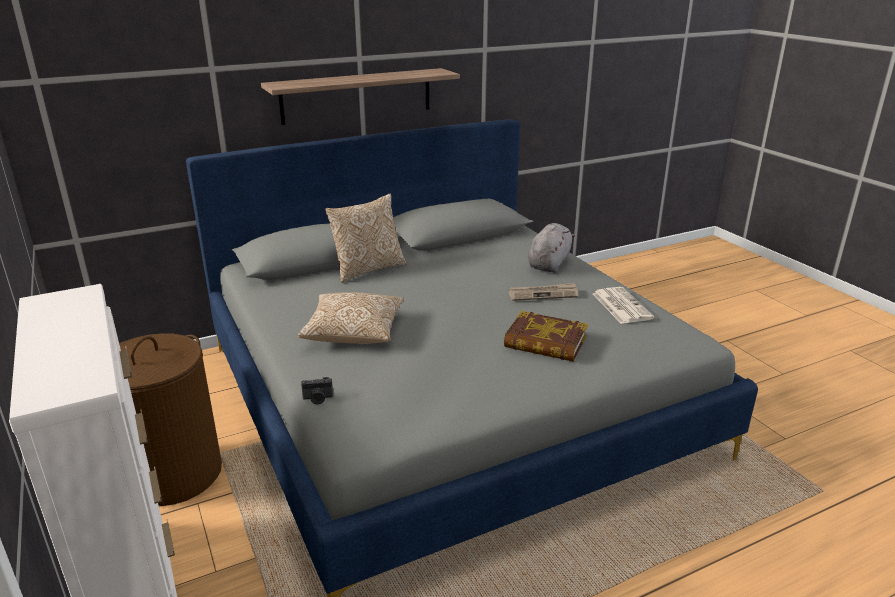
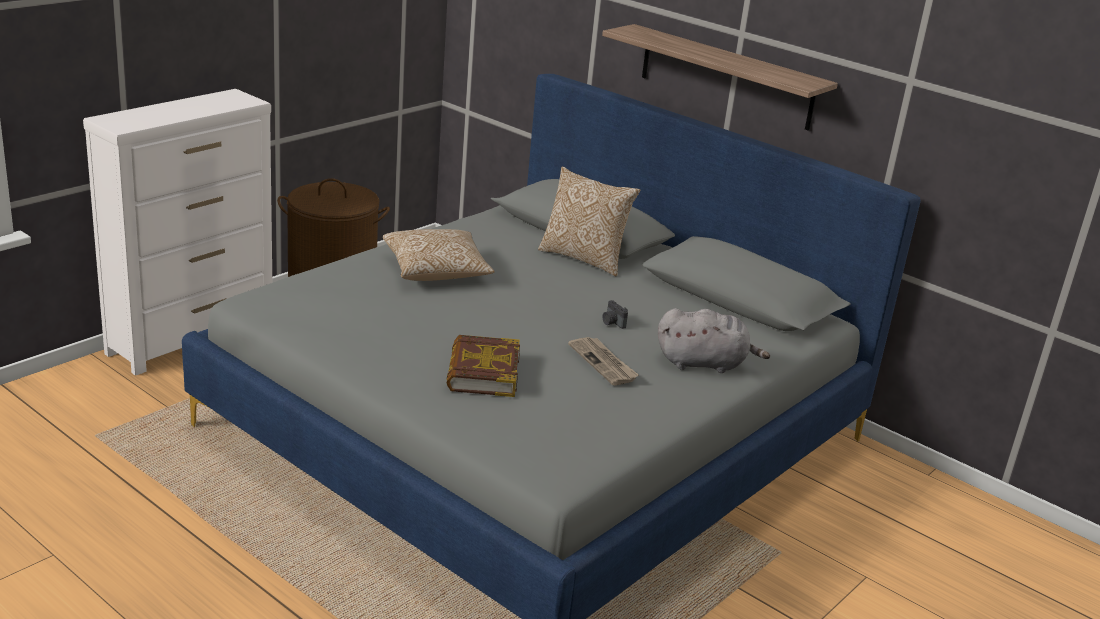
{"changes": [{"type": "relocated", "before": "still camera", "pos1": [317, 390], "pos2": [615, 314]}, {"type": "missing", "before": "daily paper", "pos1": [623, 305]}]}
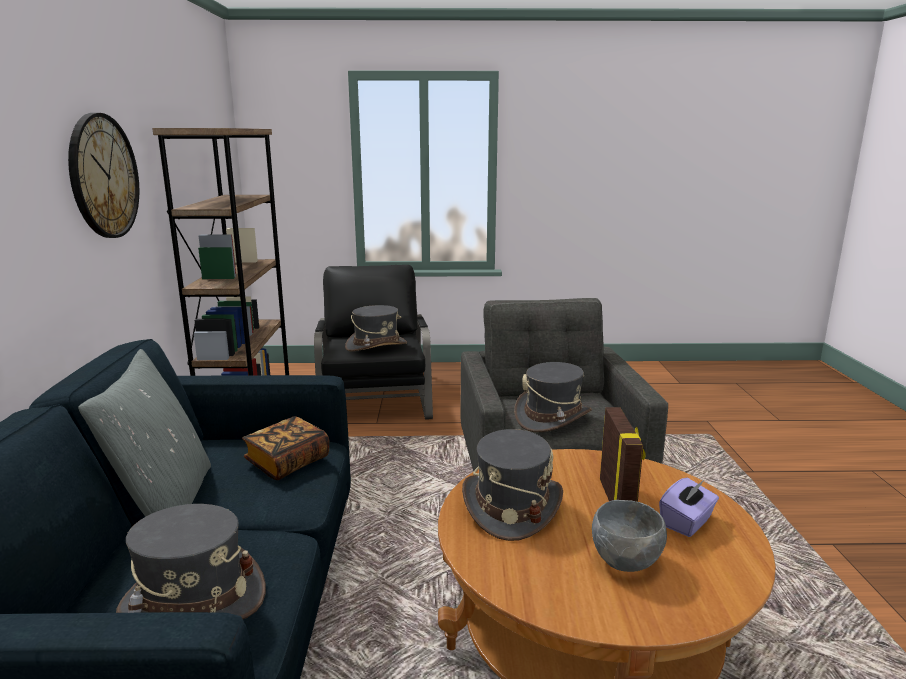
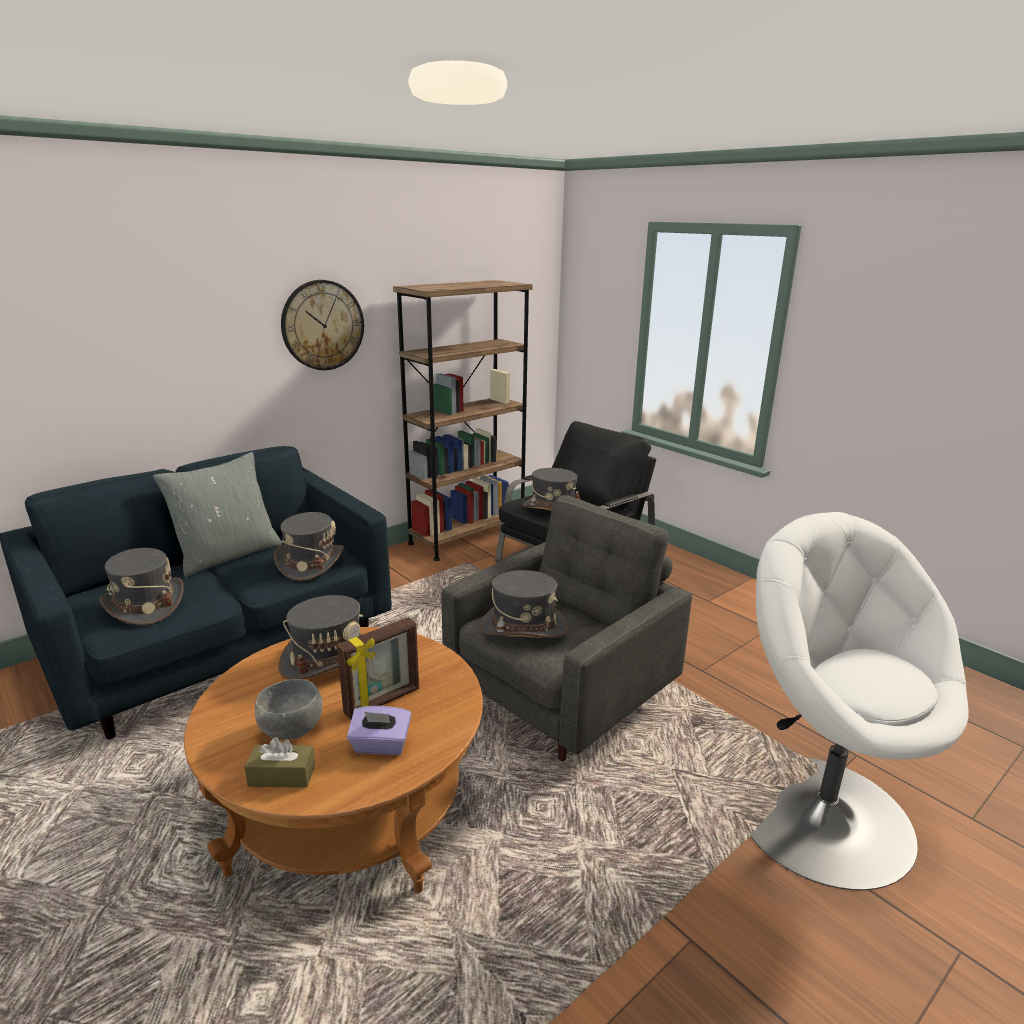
{"changes": [{"type": "appeared", "after": "brown tissue box", "pos2": [279, 762]}, {"type": "exchanged", "before": "book", "after": "grey hat", "pos1": [285, 448], "pos2": [309, 546]}, {"type": "appeared", "after": "whitish lounge chair", "pos2": [859, 701]}]}
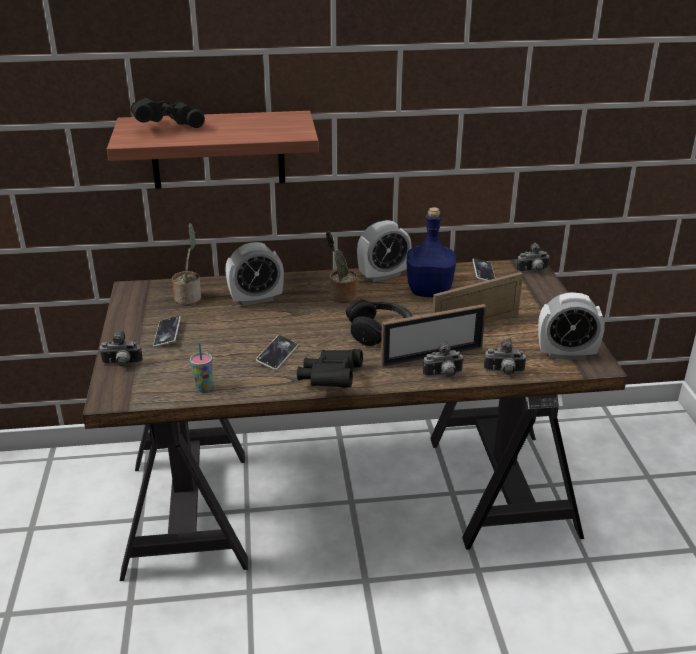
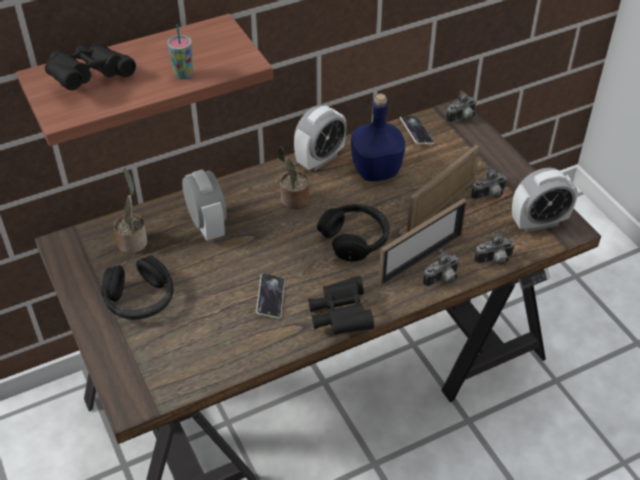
{"changes": [{"type": "exchanged", "before": "phone", "after": "black pair of headphones", "pos1": [167, 331], "pos2": [137, 288]}, {"type": "relocated", "before": "small cup", "pos1": [201, 367], "pos2": [180, 52]}, {"type": "spun", "before": "alarm clock", "pos1": [254, 274], "pos2": [204, 205], "turn": -75}, {"type": "relocated", "before": "still camera", "pos1": [121, 349], "pos2": [489, 183]}]}
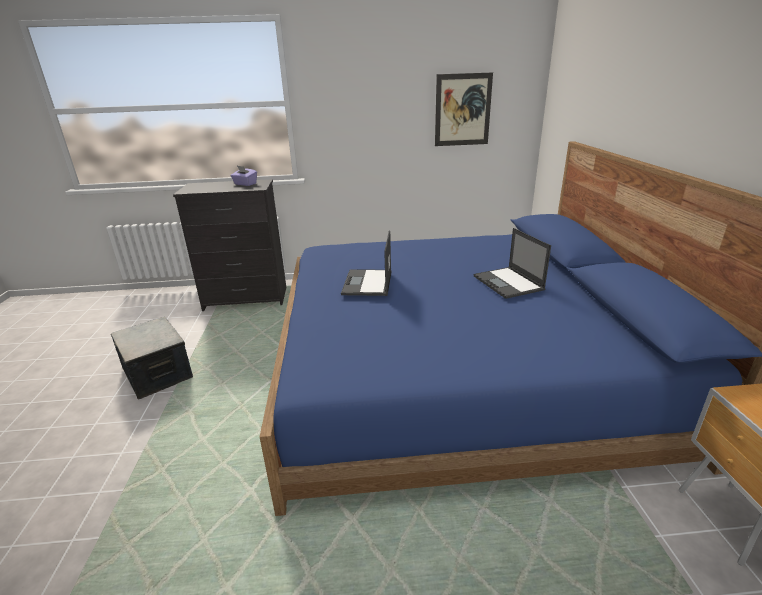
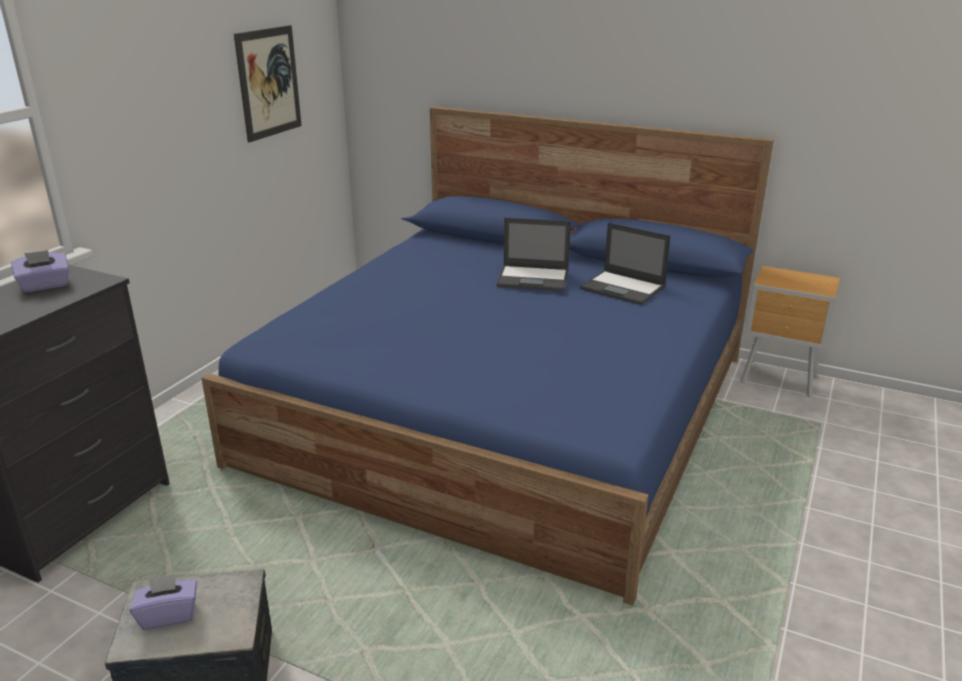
{"changes": [{"type": "appeared", "after": "purple tissue box", "pos2": [163, 602]}, {"type": "relocated", "before": "portable computer", "pos1": [366, 263], "pos2": [625, 264]}]}
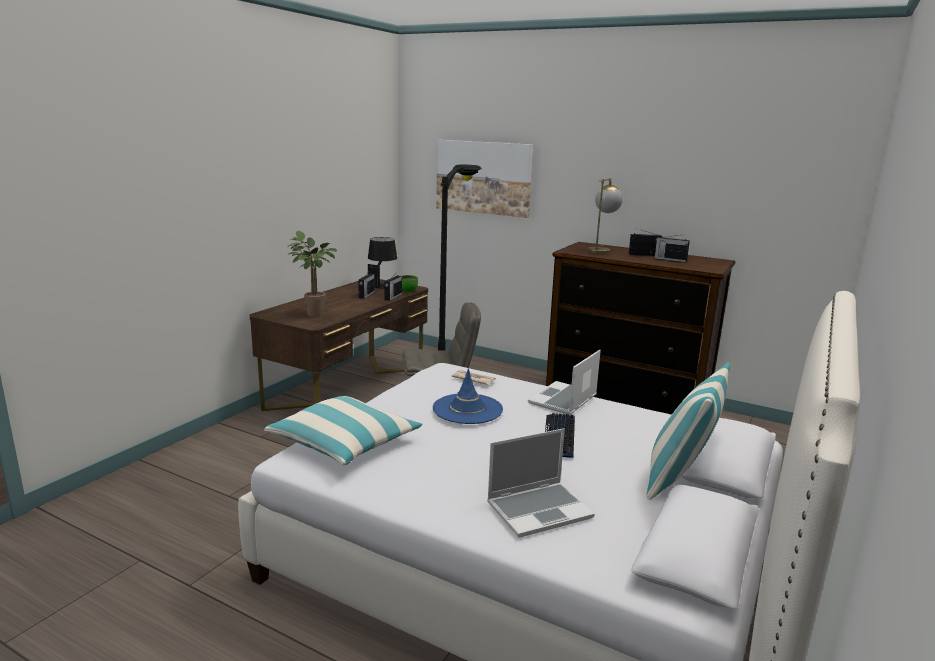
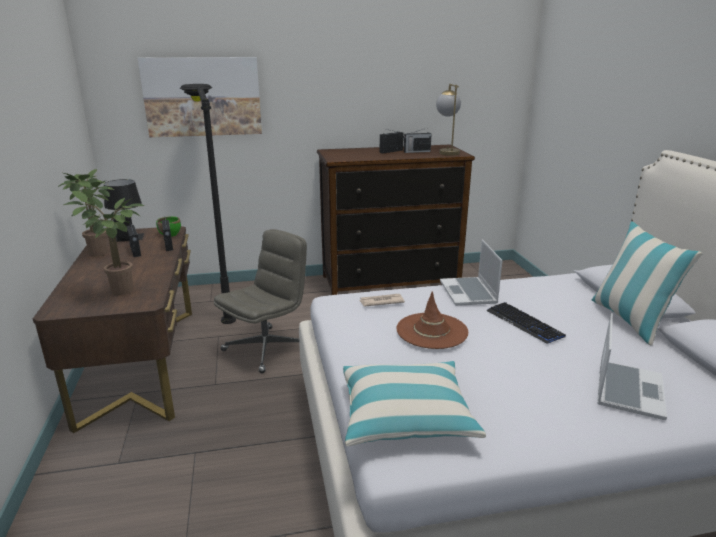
{"changes": [{"type": "appeared", "after": "houseplant", "pos2": [86, 213]}, {"type": "colour", "before": "blue-coloured hat", "after": "brown hat", "pos1": [468, 396], "pos2": [432, 320]}, {"type": "relocated", "before": "tabletop lamp", "pos1": [605, 216], "pos2": [448, 120]}]}
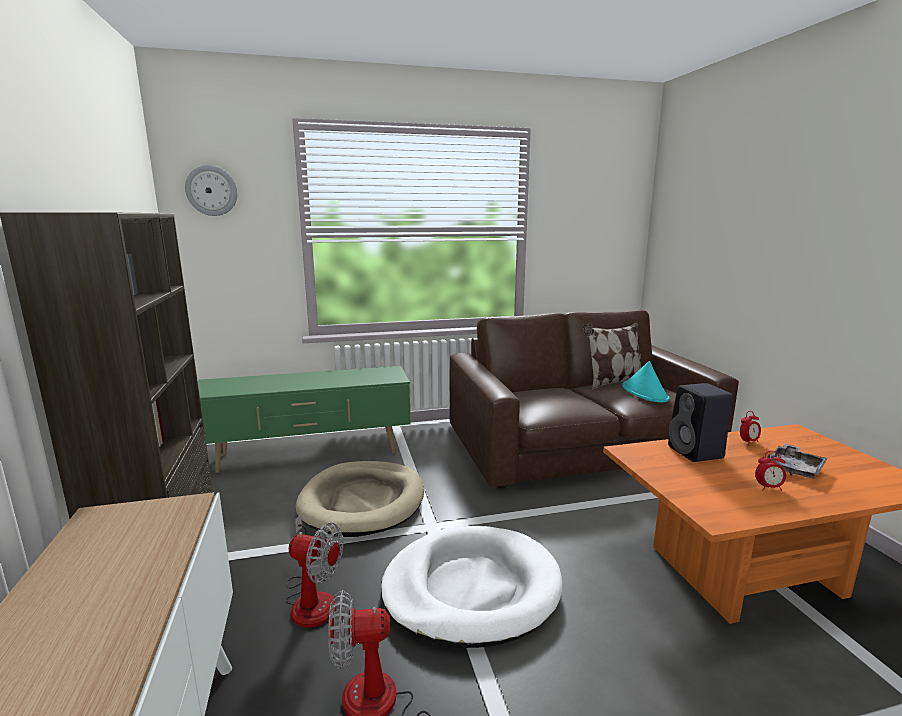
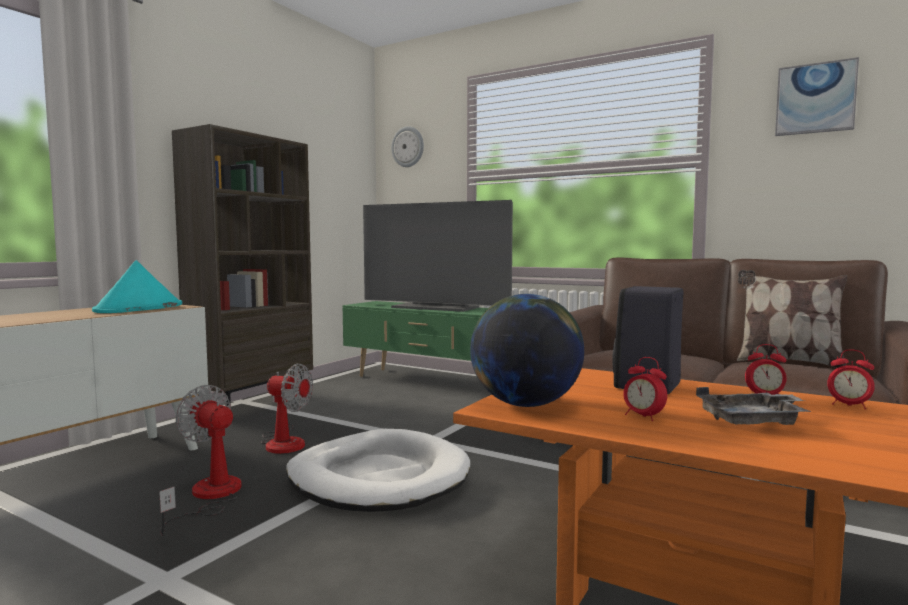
{"changes": [{"type": "relocated", "before": "blue-green hat", "pos1": [646, 381], "pos2": [137, 286]}, {"type": "spun", "before": "fan", "pos1": [314, 571], "pos2": [287, 408], "turn": -45}, {"type": "appeared", "after": "TV", "pos2": [438, 256]}, {"type": "appeared", "after": "desk globe", "pos2": [527, 350]}, {"type": "appeared", "after": "wall art", "pos2": [817, 96]}, {"type": "appeared", "after": "alarm clock", "pos2": [851, 379]}, {"type": "missing", "before": "sand-coloured pet bed", "pos1": [360, 499]}]}
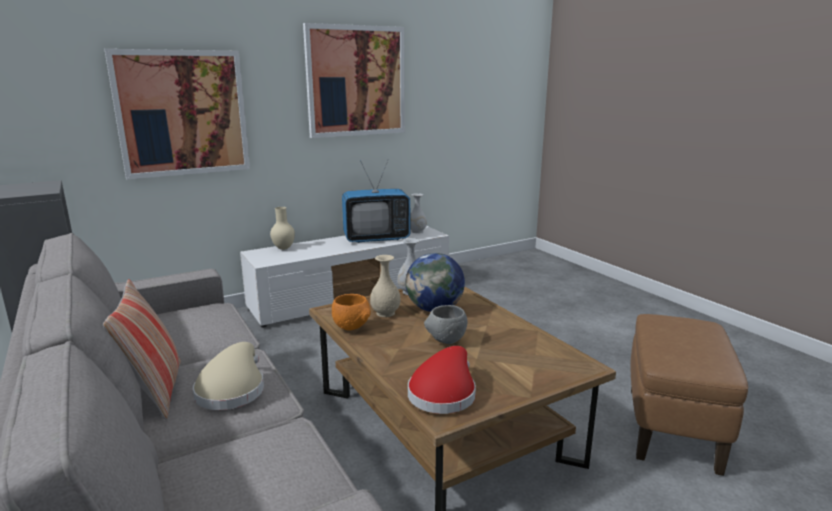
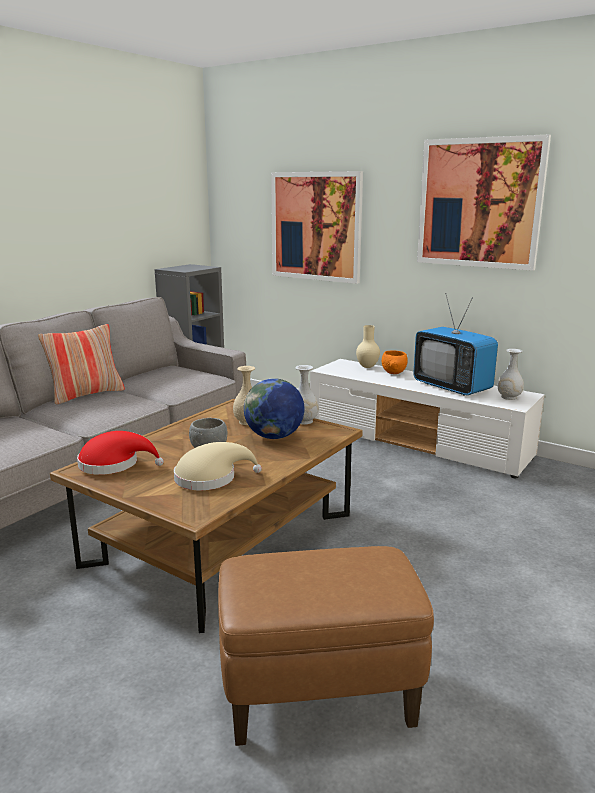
{"changes": [{"type": "relocated", "before": "sand-coloured hat", "pos1": [228, 376], "pos2": [218, 466]}, {"type": "relocated", "before": "orangey deep dish", "pos1": [351, 312], "pos2": [395, 362]}]}
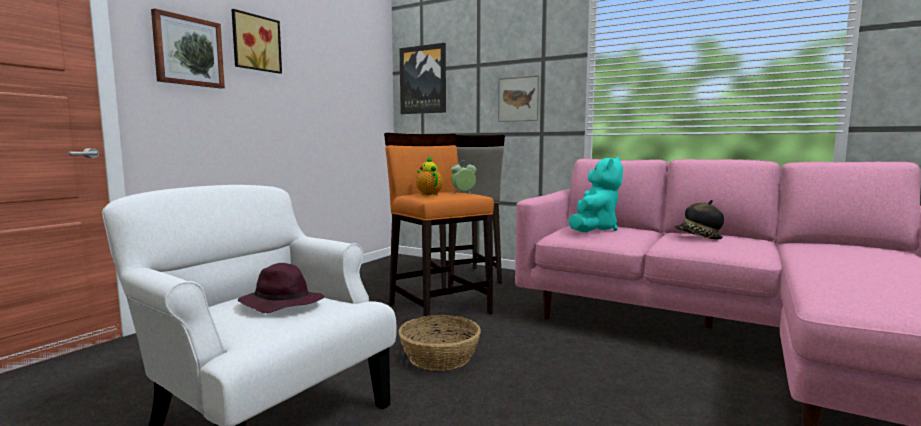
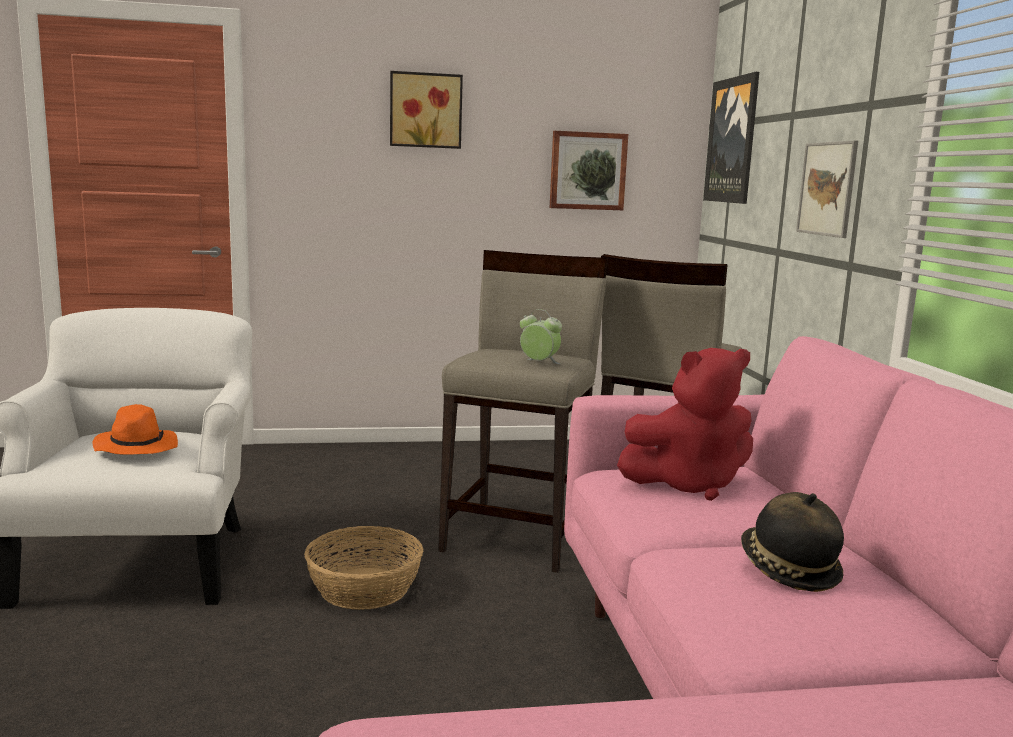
{"changes": [{"type": "colour", "before": "purple hat", "after": "orangey hat", "pos1": [281, 288], "pos2": [135, 429]}, {"type": "colour", "before": "orangey stool", "after": "sand-coloured stool", "pos1": [439, 230], "pos2": [523, 411]}, {"type": "relocated", "before": "wall art", "pos1": [188, 48], "pos2": [589, 170]}, {"type": "colour", "before": "blue-green soft toy", "after": "red soft toy", "pos1": [595, 194], "pos2": [685, 424]}, {"type": "missing", "before": "tea pot", "pos1": [429, 175]}]}
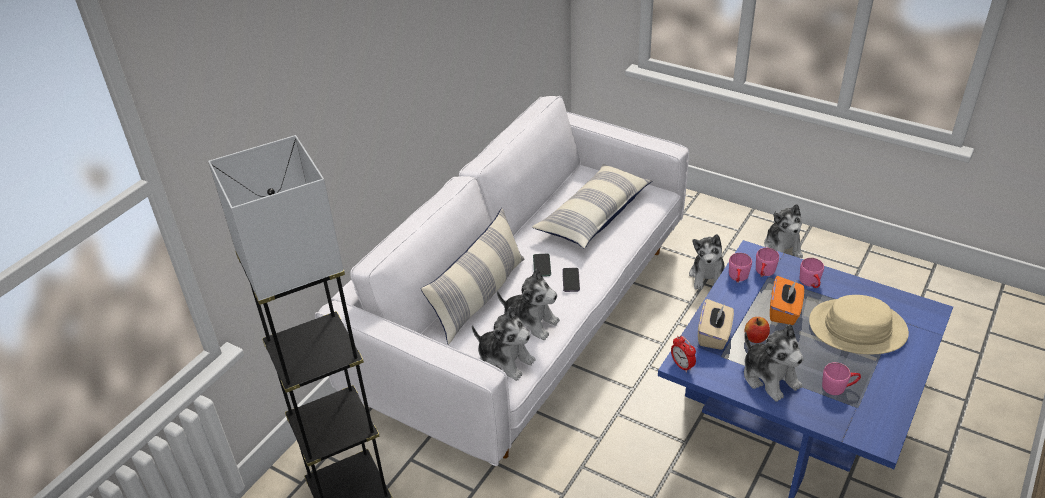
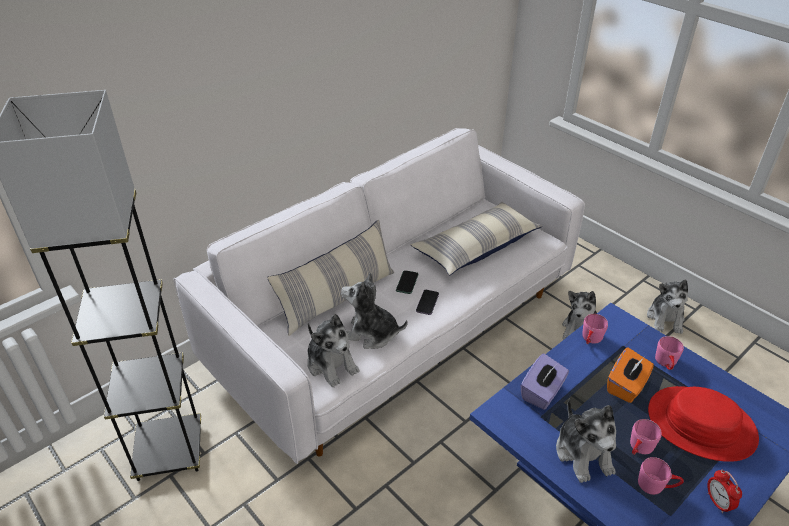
{"changes": [{"type": "spun", "before": "soft toy", "pos1": [528, 304], "pos2": [374, 311], "turn": 150}, {"type": "colour", "before": "sand-coloured tissue box", "after": "purple tissue box", "pos1": [716, 324], "pos2": [545, 382]}, {"type": "relocated", "before": "pinkish mug", "pos1": [767, 262], "pos2": [646, 437]}, {"type": "colour", "before": "sand-coloured hat", "after": "red hat", "pos1": [859, 324], "pos2": [703, 424]}, {"type": "relocated", "before": "alarm clock", "pos1": [683, 354], "pos2": [724, 491]}, {"type": "missing", "before": "apple", "pos1": [757, 330]}]}
